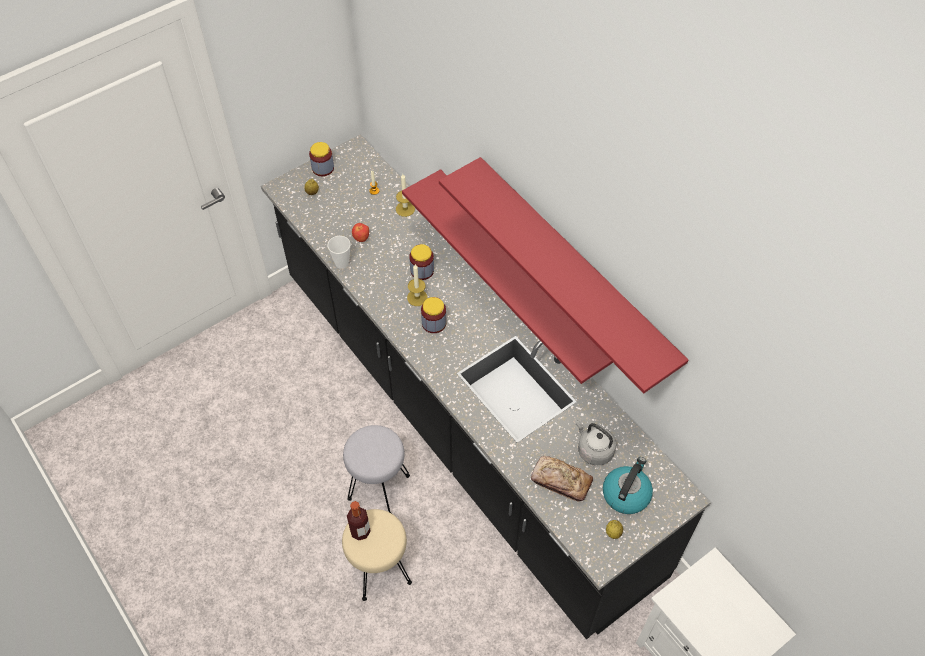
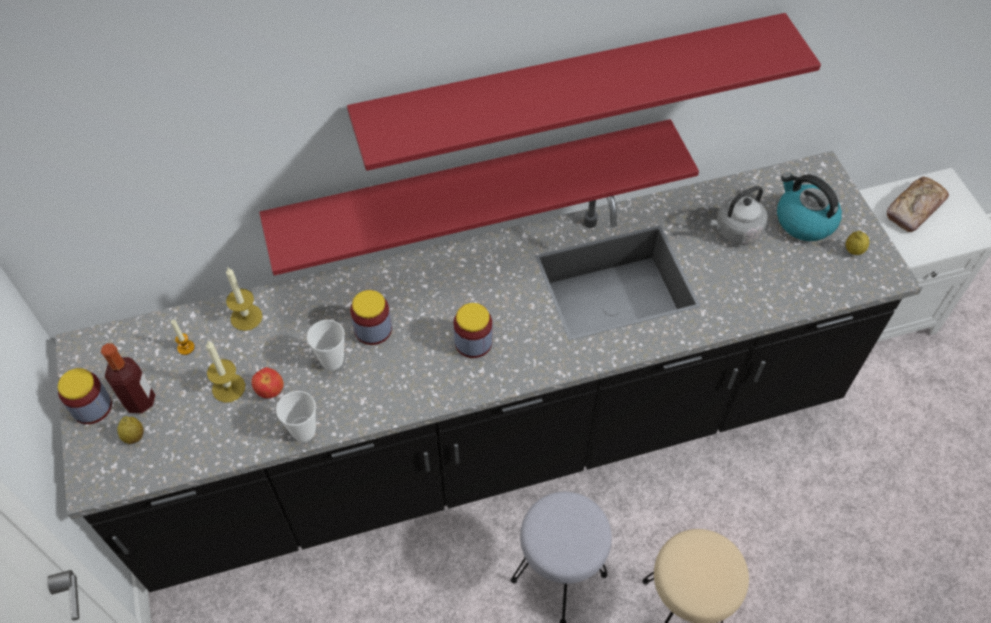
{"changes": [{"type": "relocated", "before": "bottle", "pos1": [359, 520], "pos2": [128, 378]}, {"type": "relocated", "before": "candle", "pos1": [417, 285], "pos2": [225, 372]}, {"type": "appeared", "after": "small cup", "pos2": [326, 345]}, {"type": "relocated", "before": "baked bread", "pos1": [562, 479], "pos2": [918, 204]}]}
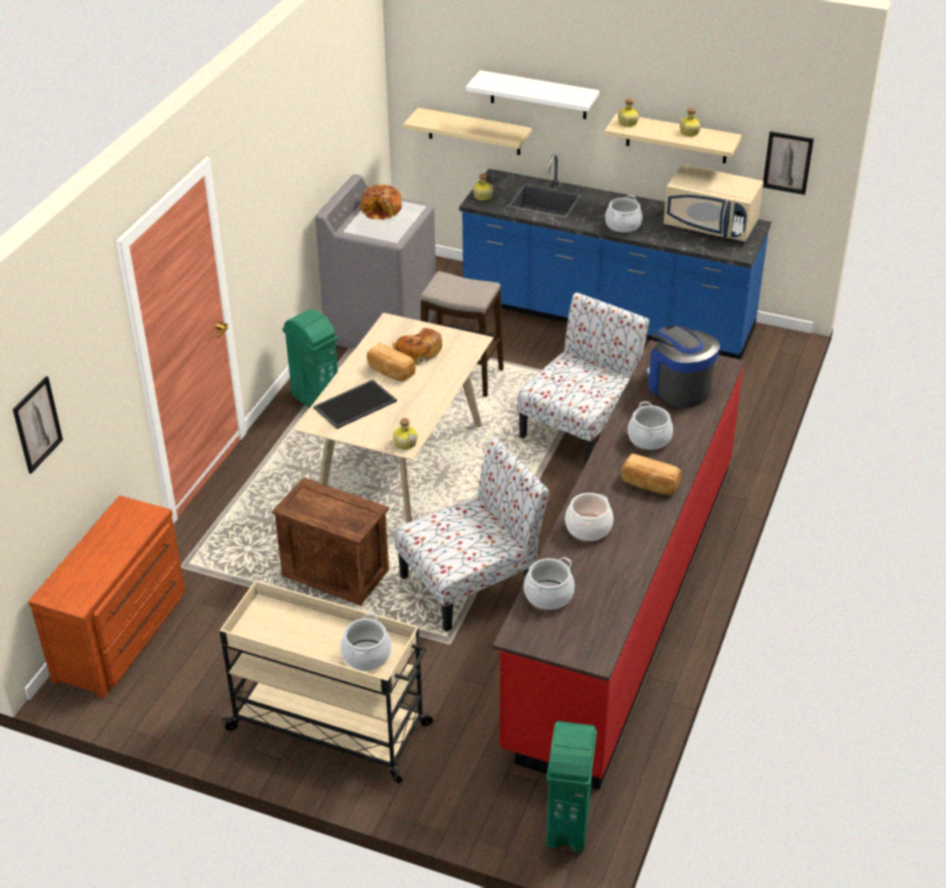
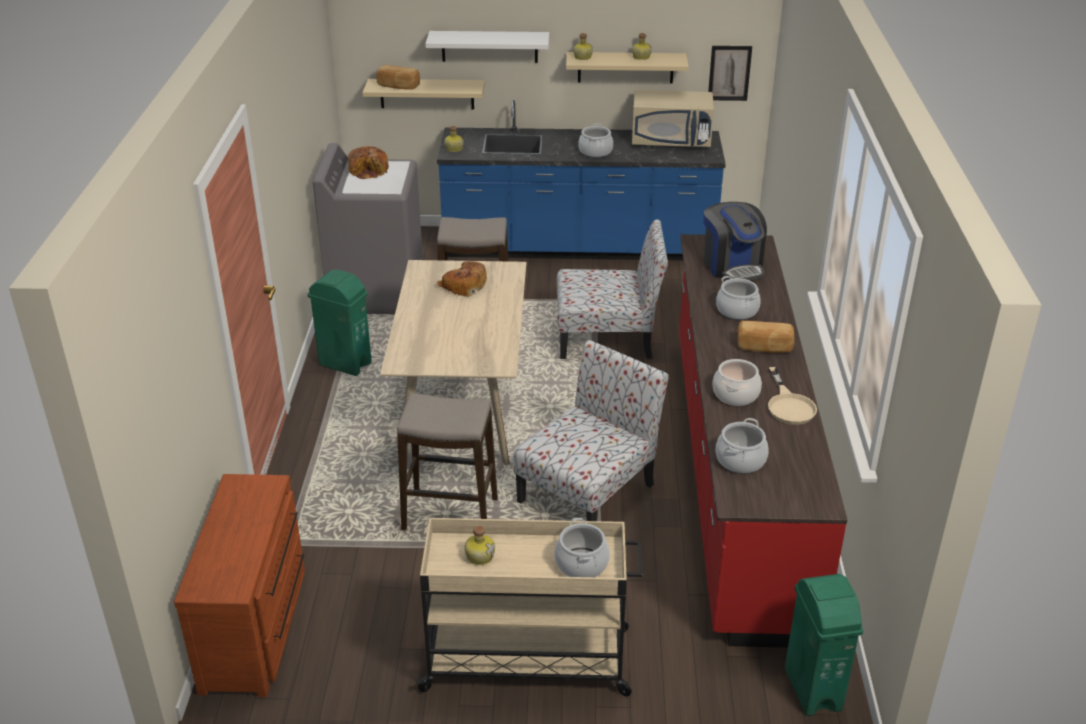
{"changes": [{"type": "relocated", "before": "baked bread", "pos1": [391, 362], "pos2": [398, 77]}, {"type": "exchanged", "before": "shipping crate", "after": "stool", "pos1": [330, 541], "pos2": [447, 462]}, {"type": "relocated", "before": "bottle", "pos1": [405, 434], "pos2": [479, 545]}, {"type": "spun", "before": "chair", "pos1": [583, 378], "pos2": [612, 289], "turn": 75}, {"type": "spun", "before": "coffee machine", "pos1": [682, 366], "pos2": [735, 241], "turn": -150}, {"type": "appeared", "after": "sand-coloured pan", "pos2": [792, 396]}, {"type": "missing", "before": "wall art", "pos1": [38, 425]}, {"type": "missing", "before": "tray", "pos1": [355, 404]}]}
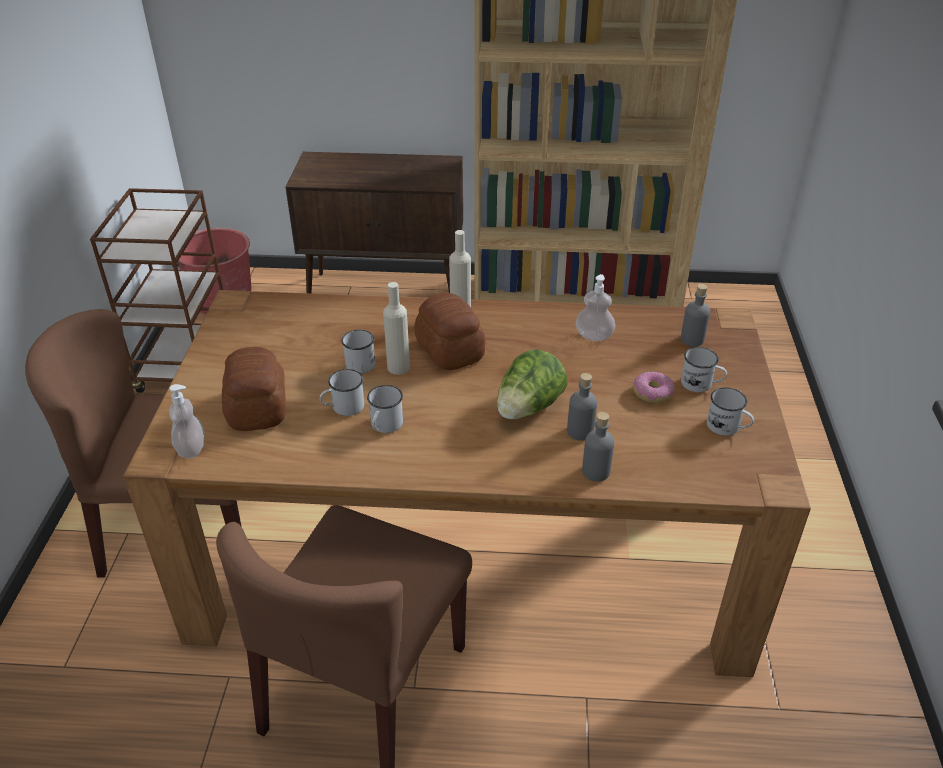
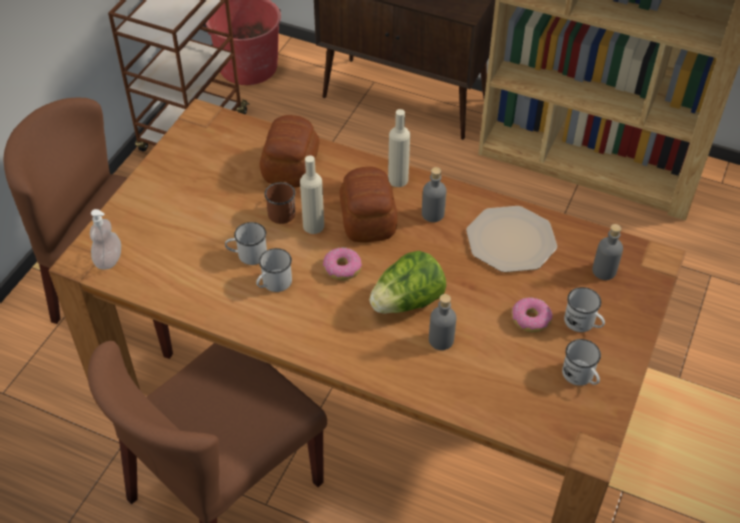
{"changes": [{"type": "relocated", "before": "baked bread", "pos1": [254, 389], "pos2": [289, 151]}, {"type": "colour", "before": "whitish mug", "after": "brown mug", "pos1": [358, 352], "pos2": [280, 203]}, {"type": "appeared", "after": "ring doughnut", "pos2": [342, 263]}, {"type": "relocated", "before": "grey bottle", "pos1": [598, 447], "pos2": [434, 194]}, {"type": "exchanged", "before": "liquid soap bottle", "after": "plate", "pos1": [595, 307], "pos2": [511, 239]}]}
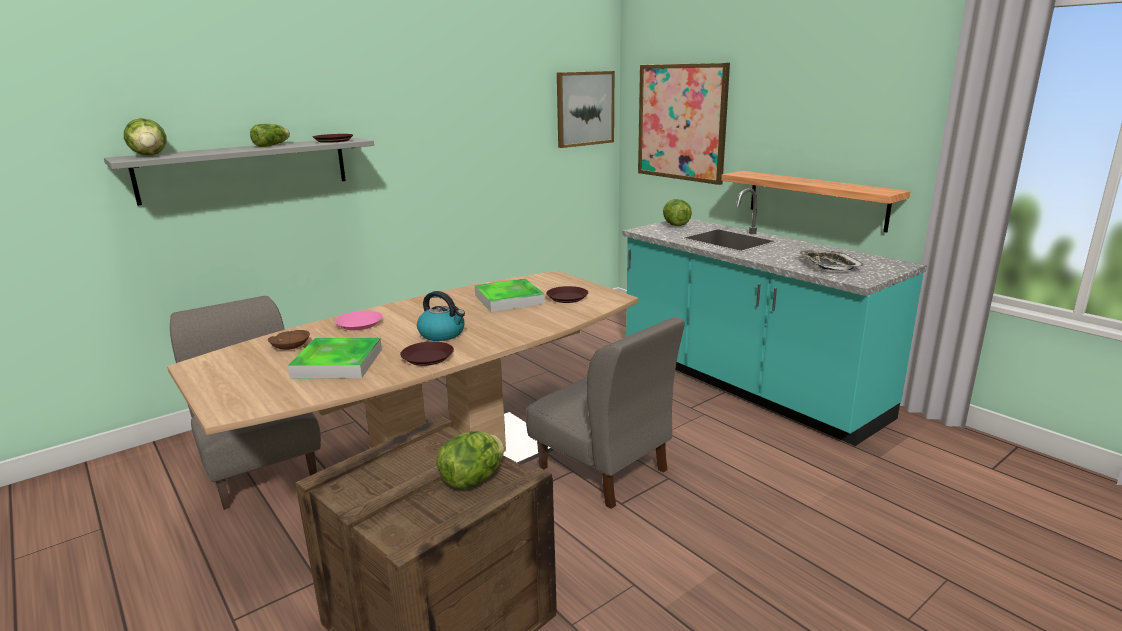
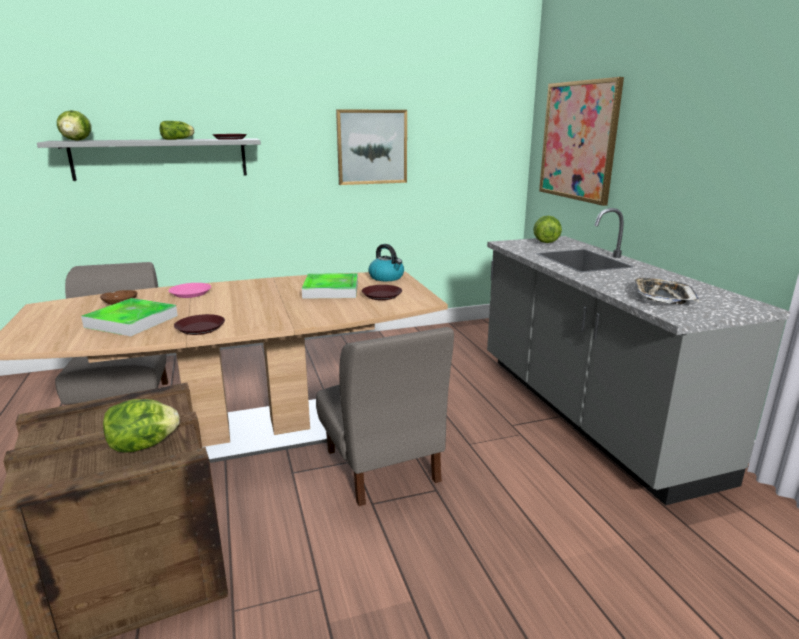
{"changes": [{"type": "relocated", "before": "wall art", "pos1": [585, 109], "pos2": [371, 147]}, {"type": "relocated", "before": "kettle", "pos1": [441, 316], "pos2": [386, 262]}, {"type": "colour", "before": "blue-green kitchen base unit", "after": "grey kitchen base unit", "pos1": [774, 317], "pos2": [638, 356]}, {"type": "missing", "before": "bracket shelf", "pos1": [816, 202]}]}
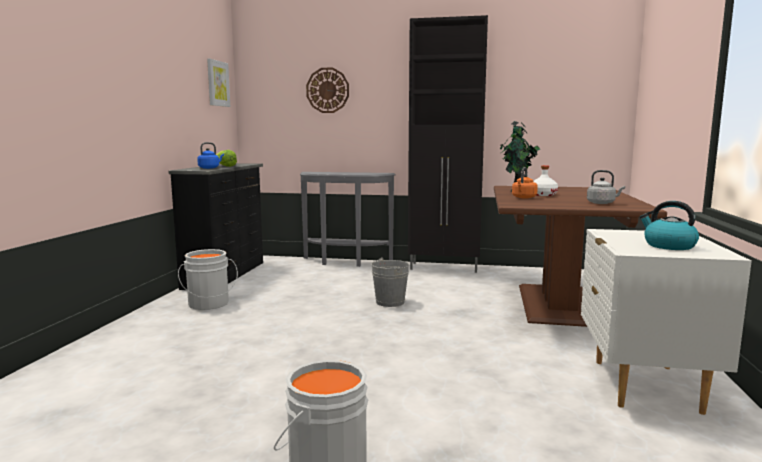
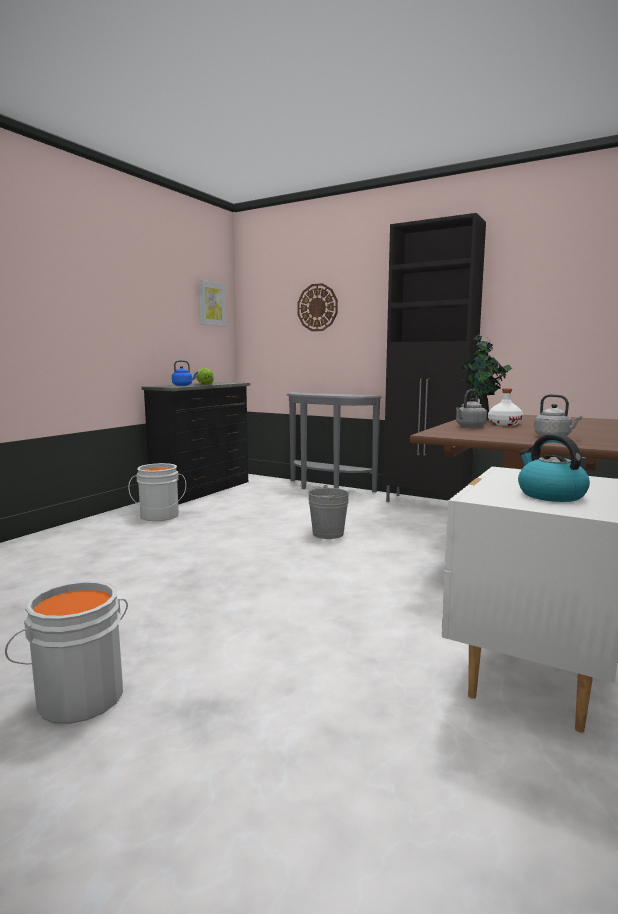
{"changes": [{"type": "colour", "before": "orangey kettle", "after": "grey kettle", "pos1": [525, 182], "pos2": [471, 408]}]}
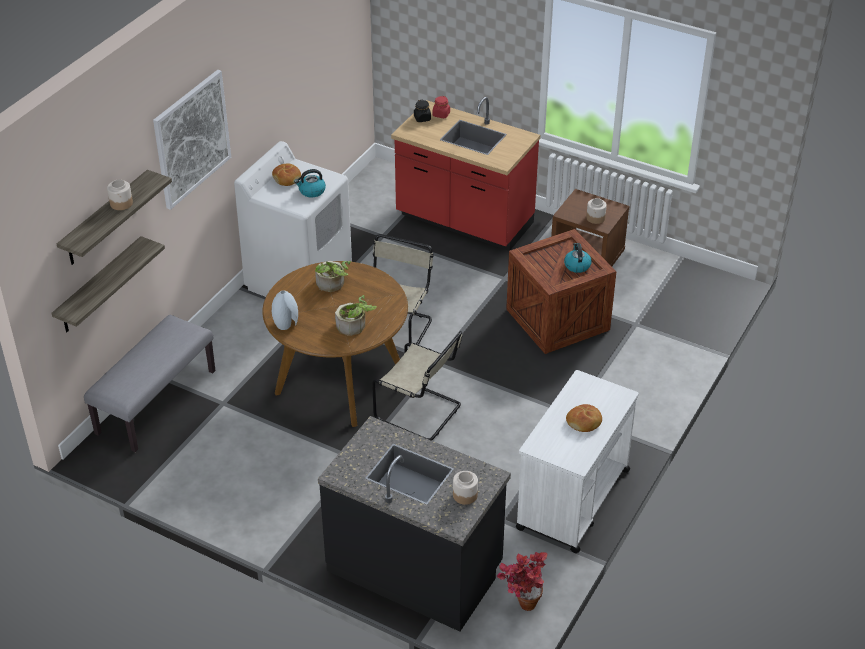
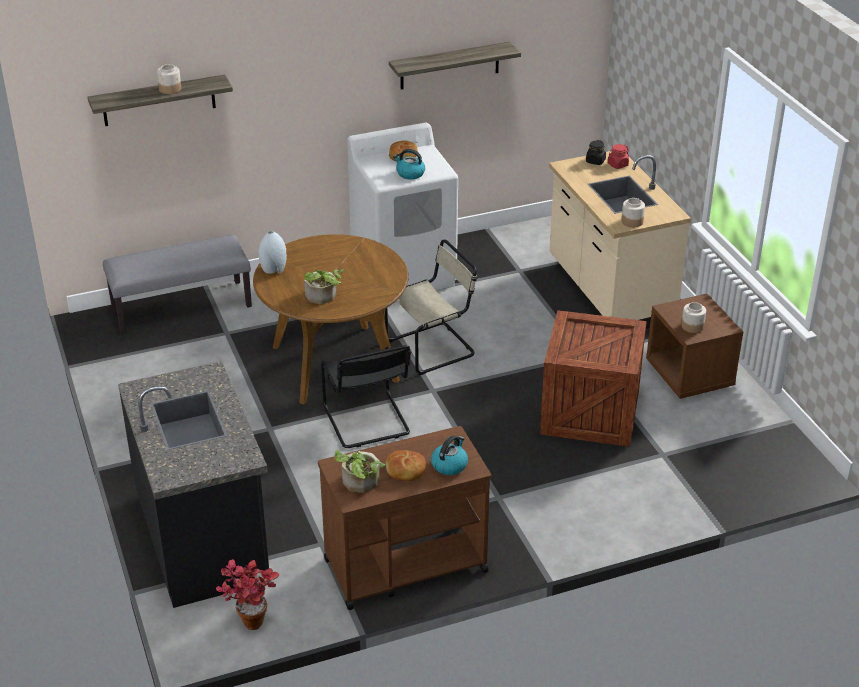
{"changes": [{"type": "colour", "before": "whitish cart", "after": "brown cart", "pos1": [577, 461], "pos2": [404, 518]}, {"type": "colour", "before": "sand-coloured chair", "after": "black chair", "pos1": [417, 386], "pos2": [366, 396]}, {"type": "relocated", "before": "houseplant", "pos1": [333, 276], "pos2": [360, 471]}, {"type": "relocated", "before": "bracket shelf", "pos1": [108, 284], "pos2": [455, 66]}, {"type": "relocated", "before": "kettle", "pos1": [578, 258], "pos2": [449, 455]}, {"type": "colour", "before": "red kitchen base unit", "after": "sand-coloured kitchen base unit", "pos1": [465, 174], "pos2": [620, 240]}, {"type": "relocated", "before": "preserve jar", "pos1": [465, 488], "pos2": [633, 212]}, {"type": "missing", "before": "wall art", "pos1": [192, 140]}]}
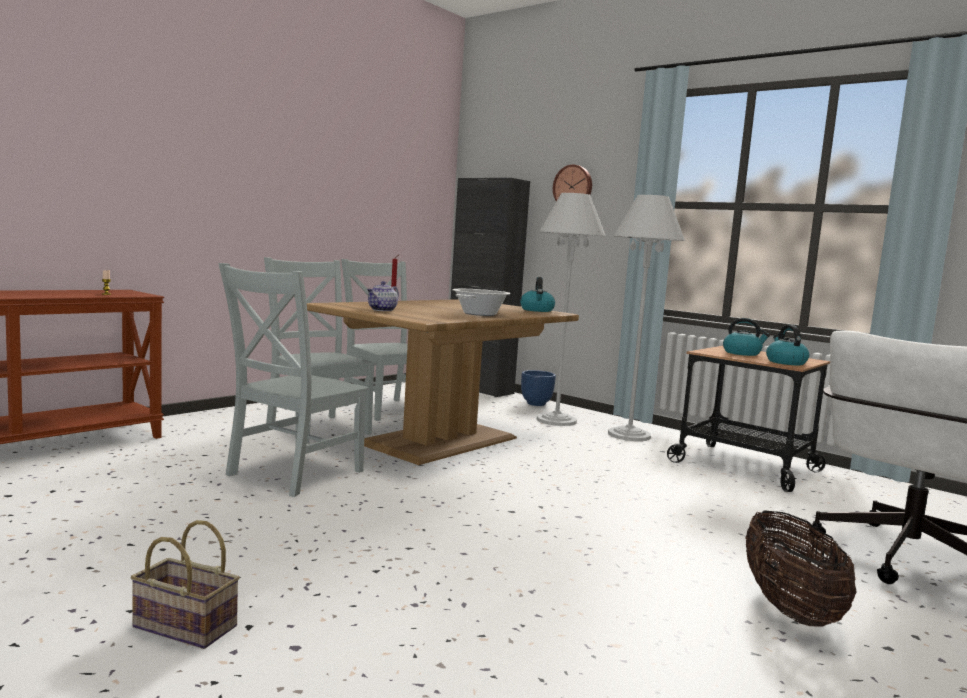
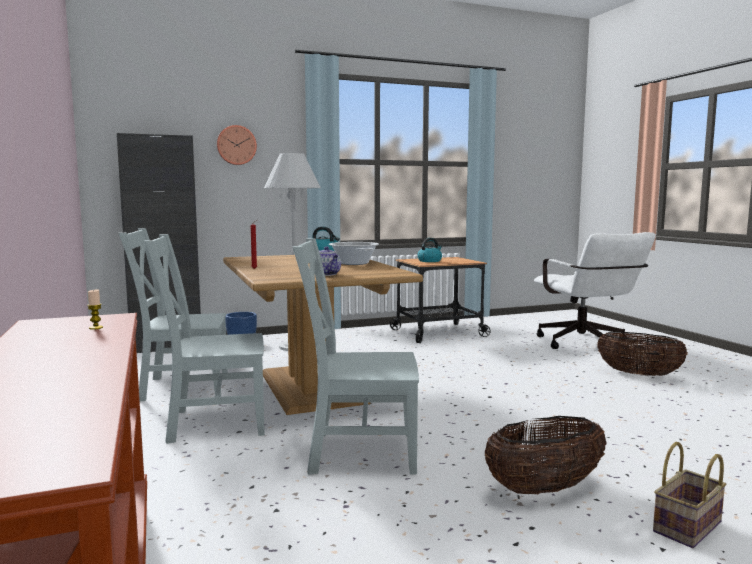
{"changes": [{"type": "spun", "before": "grey chair", "pos1": [293, 380], "pos2": [355, 356], "turn": 120}, {"type": "appeared", "after": "household basket", "pos2": [545, 455]}, {"type": "missing", "before": "whitish floor lamp", "pos1": [646, 318]}, {"type": "missing", "before": "kettle", "pos1": [787, 345]}]}
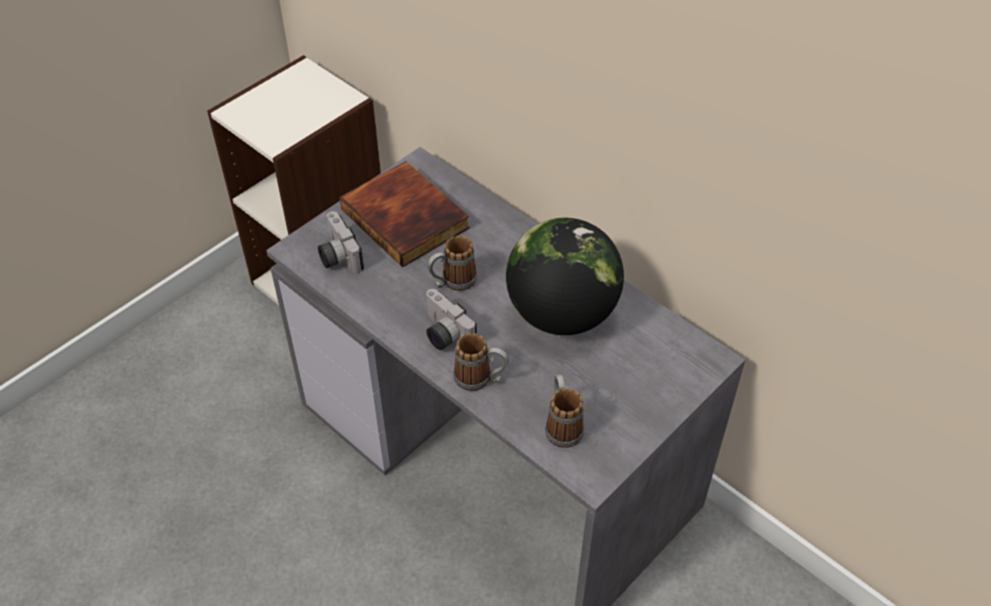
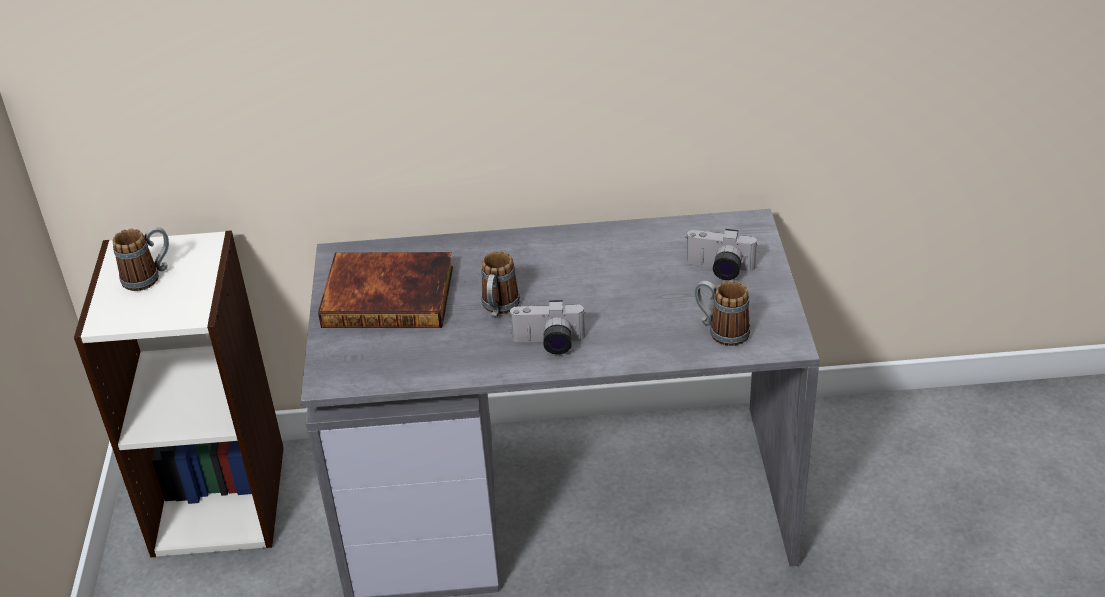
{"changes": [{"type": "relocated", "before": "mug", "pos1": [481, 362], "pos2": [141, 259]}, {"type": "relocated", "before": "still camera", "pos1": [341, 242], "pos2": [721, 254]}, {"type": "missing", "before": "desk globe", "pos1": [565, 276]}]}
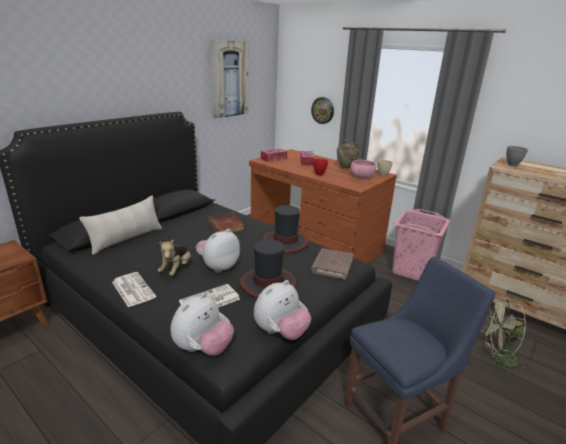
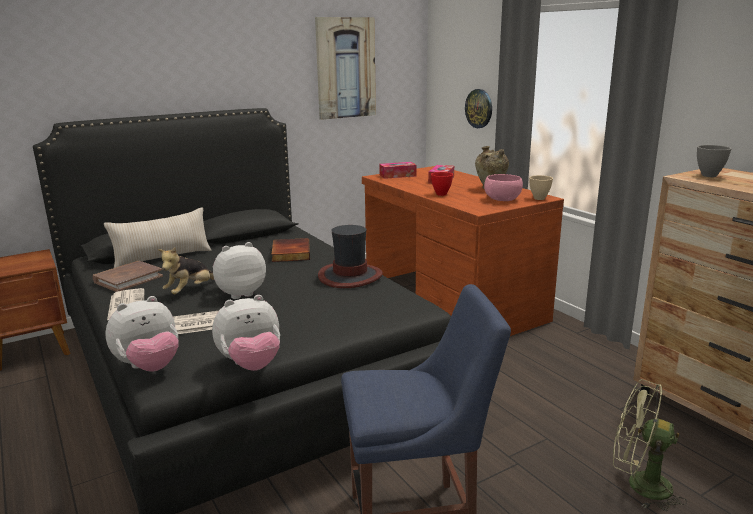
{"changes": [{"type": "relocated", "before": "brown book", "pos1": [332, 264], "pos2": [127, 276]}, {"type": "missing", "before": "hat", "pos1": [268, 268]}, {"type": "missing", "before": "pinkish hamper", "pos1": [421, 245]}]}
